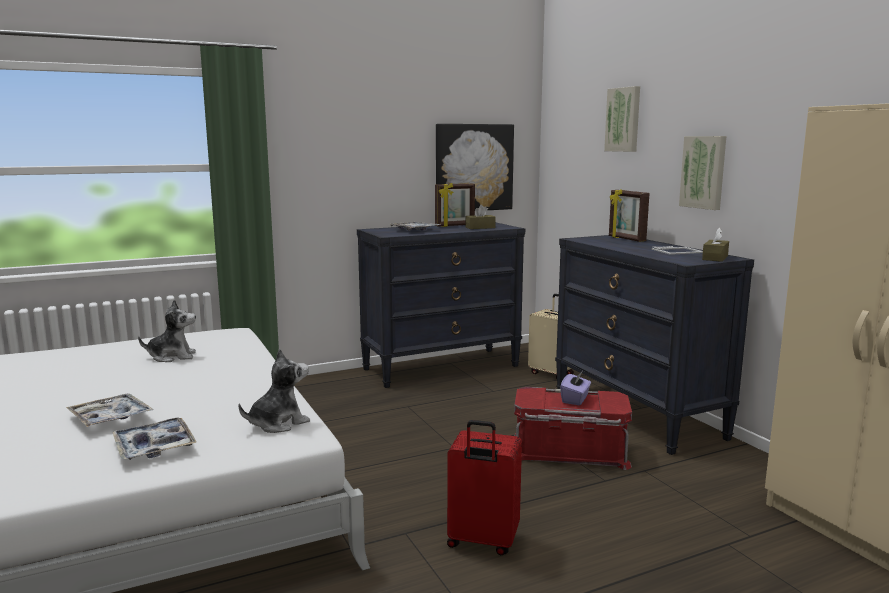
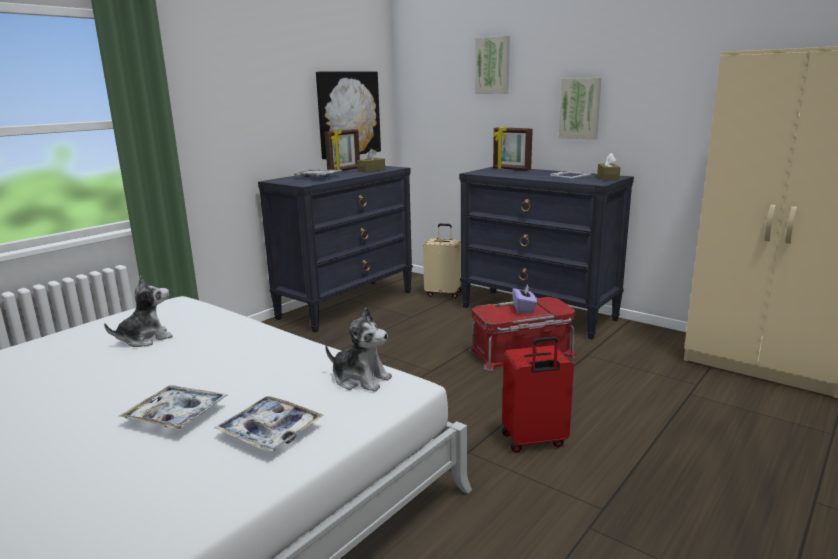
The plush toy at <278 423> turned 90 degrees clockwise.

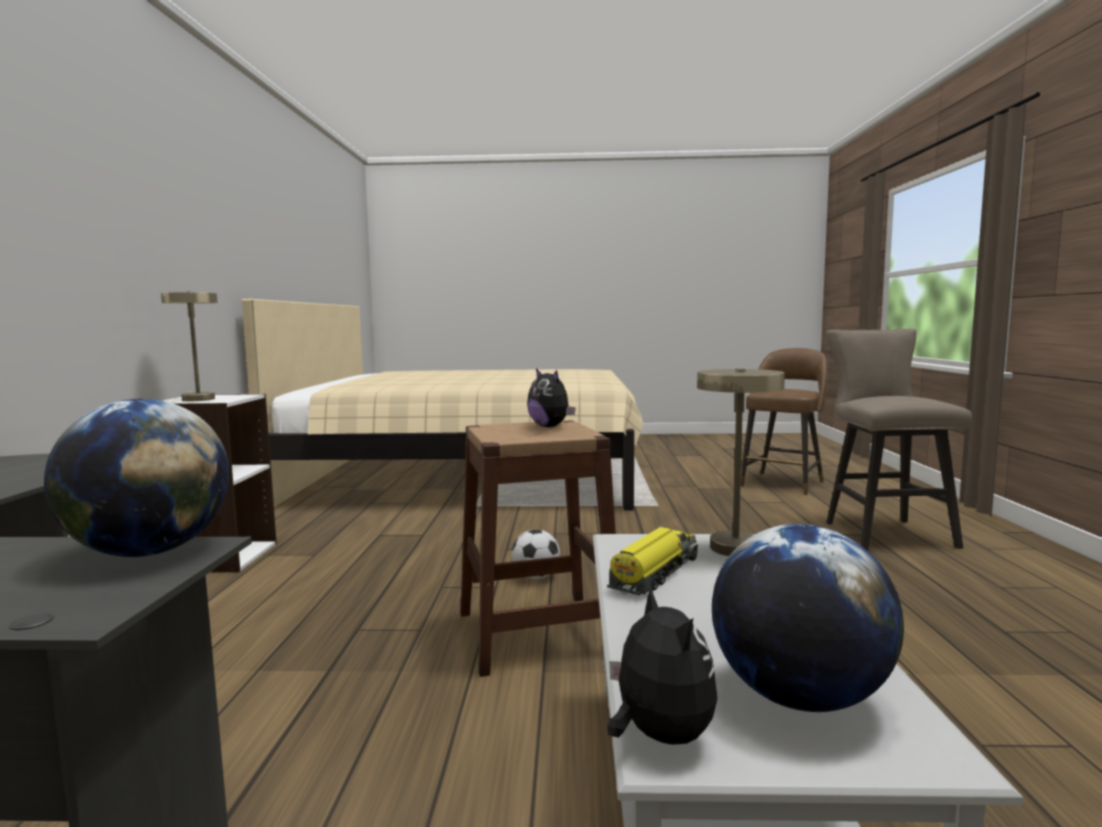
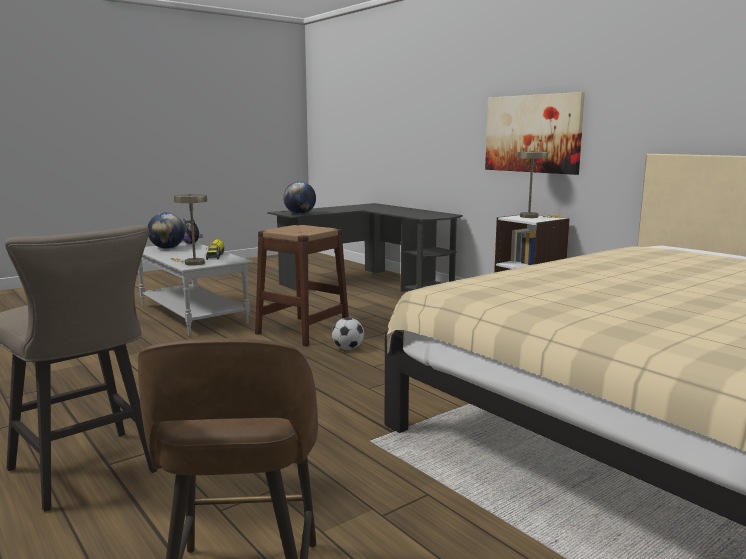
The plush toy at <550 427> disappeared. The picture at <532 133> appeared.

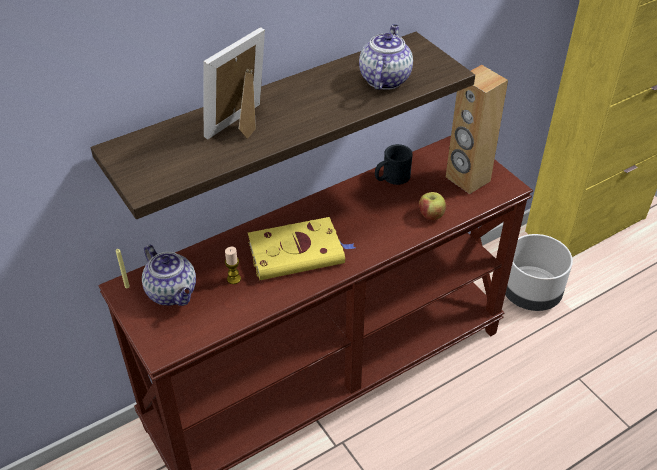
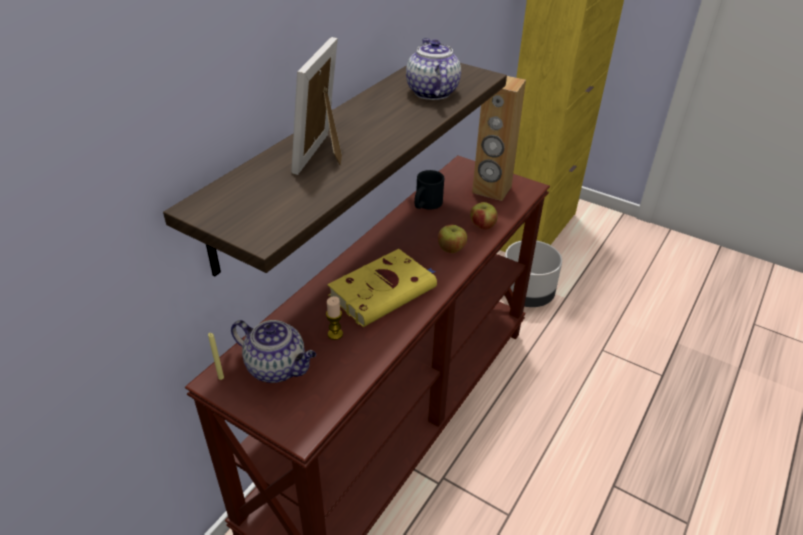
The apple at <451 249> appeared.

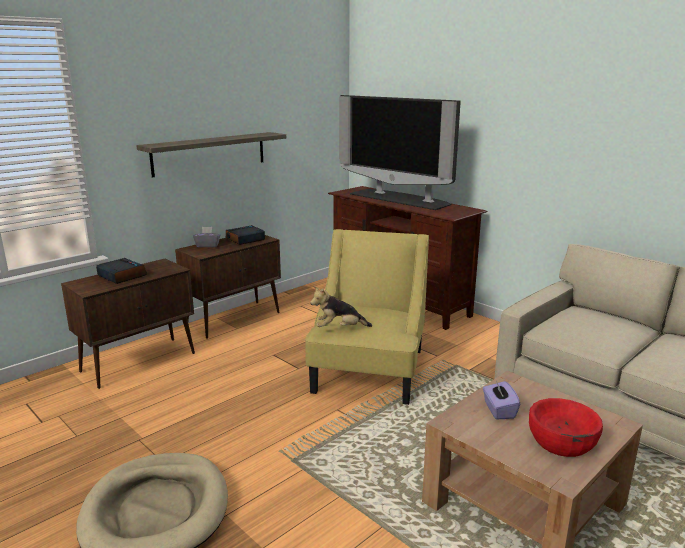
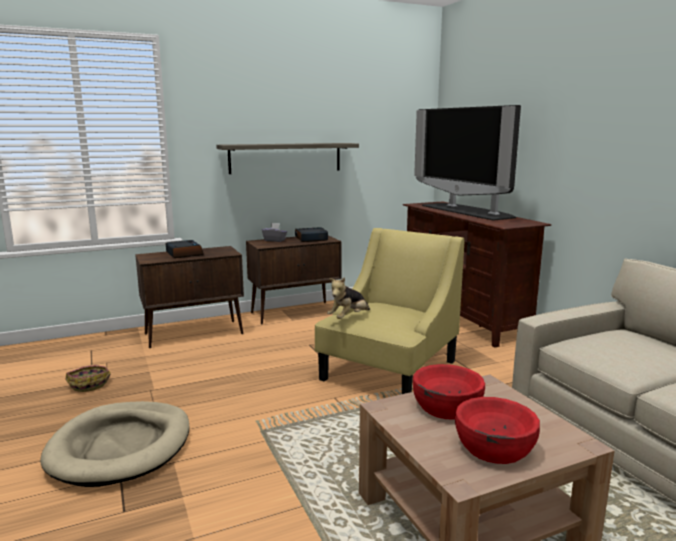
The plush toy at <339 328> turned 60 degrees counterclockwise. The tissue box (purple) at <499 410> was replaced by the bowl (red) at <447 406>. The basket at <89 384> appeared.

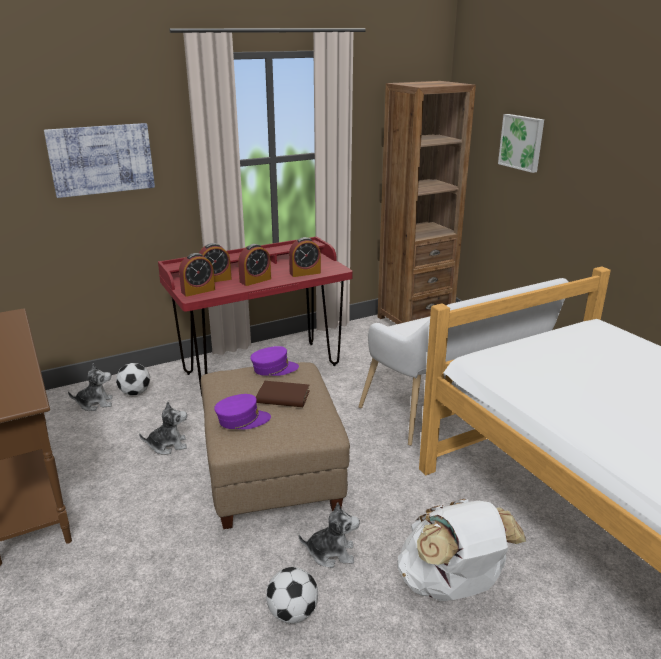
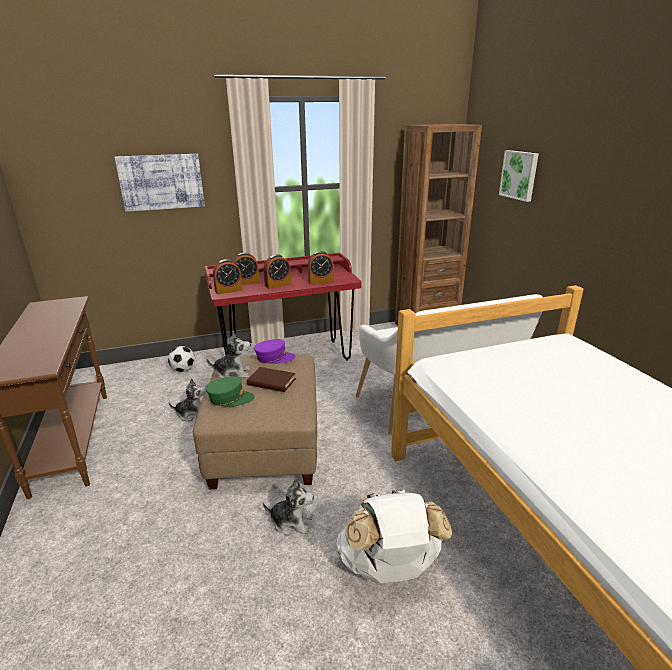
The plush toy moved from <95 403> to <233 373>. The cap (purple) at <242 420> became the cap (green) at <230 398>. The football at <293 613> disappeared.

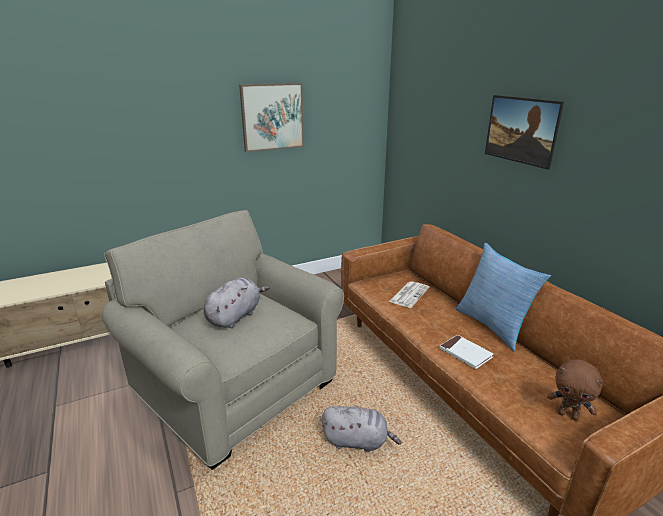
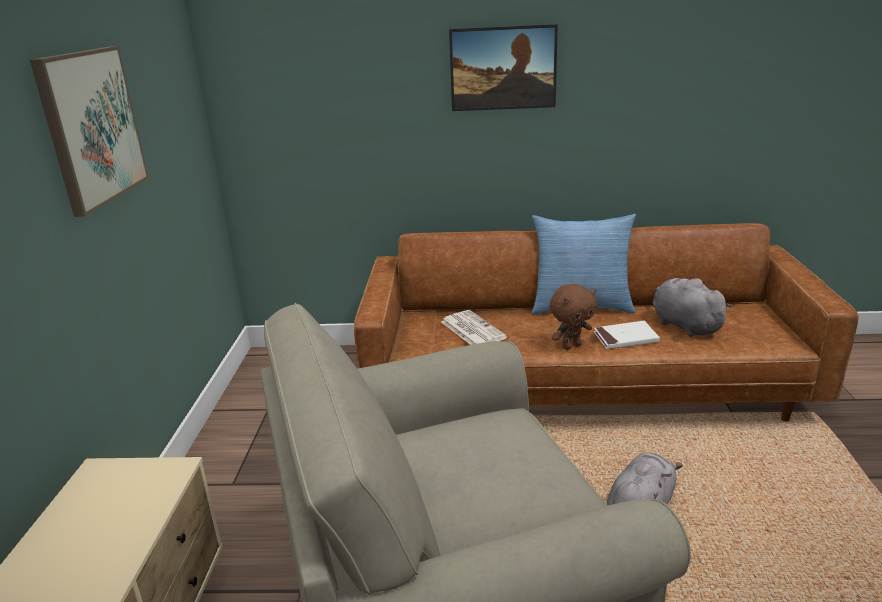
The plush toy (grey) moved from <235 316> to <684 325>. The plush toy (brown) moved from <568 415> to <571 346>.

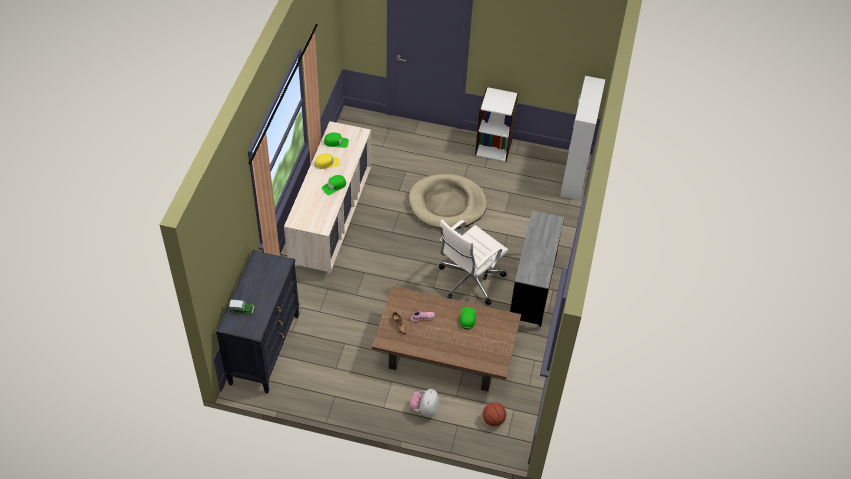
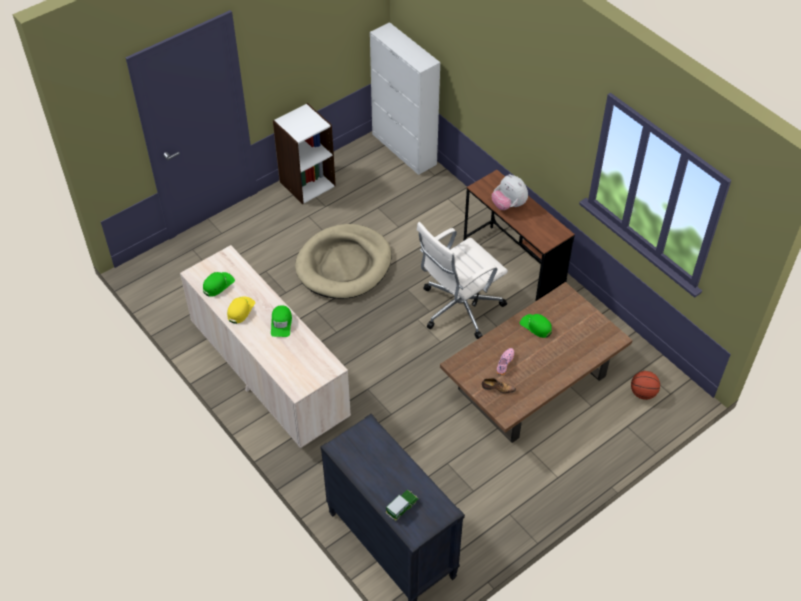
The plush toy moved from <424 409> to <508 205>. The office chair (white) at <469 281> turned 60 degrees clockwise. The desk (grey) at <532 290> became the desk (brown) at <513 266>.

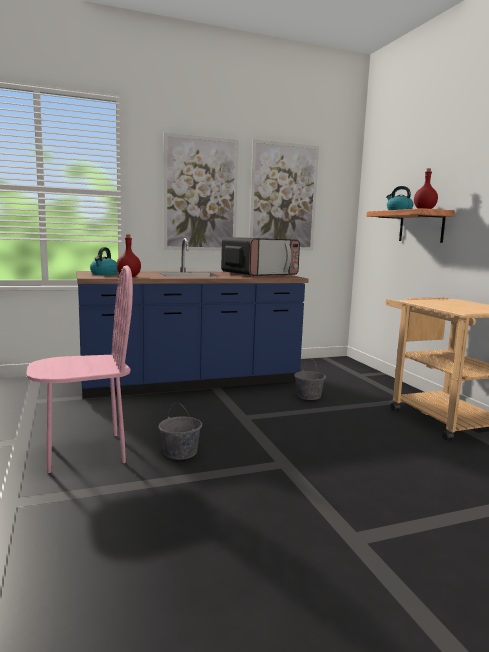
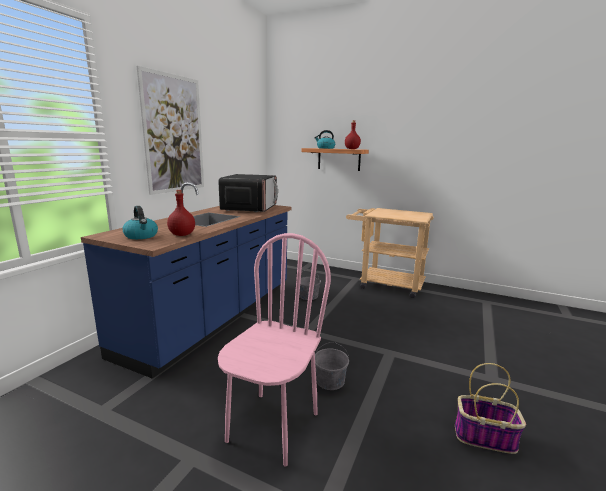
The picture at <283 197> disappeared. The basket at <485 437> appeared.

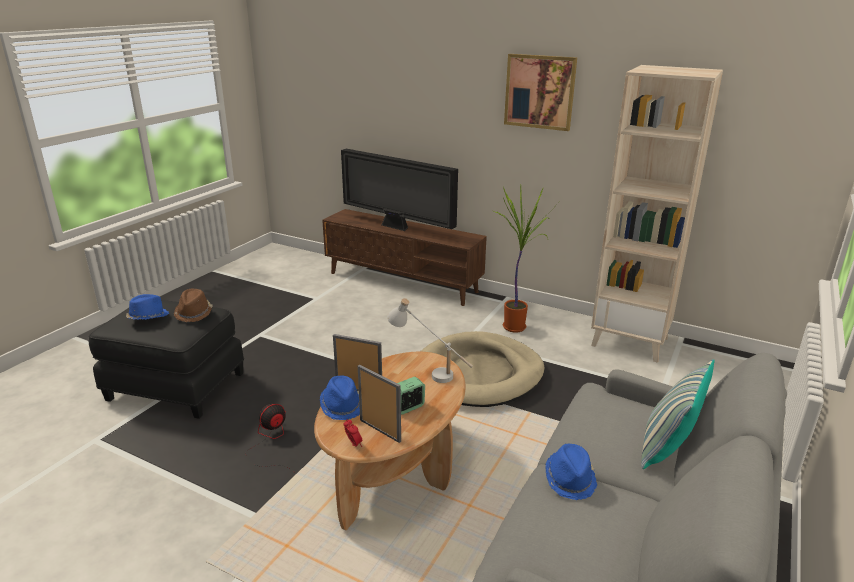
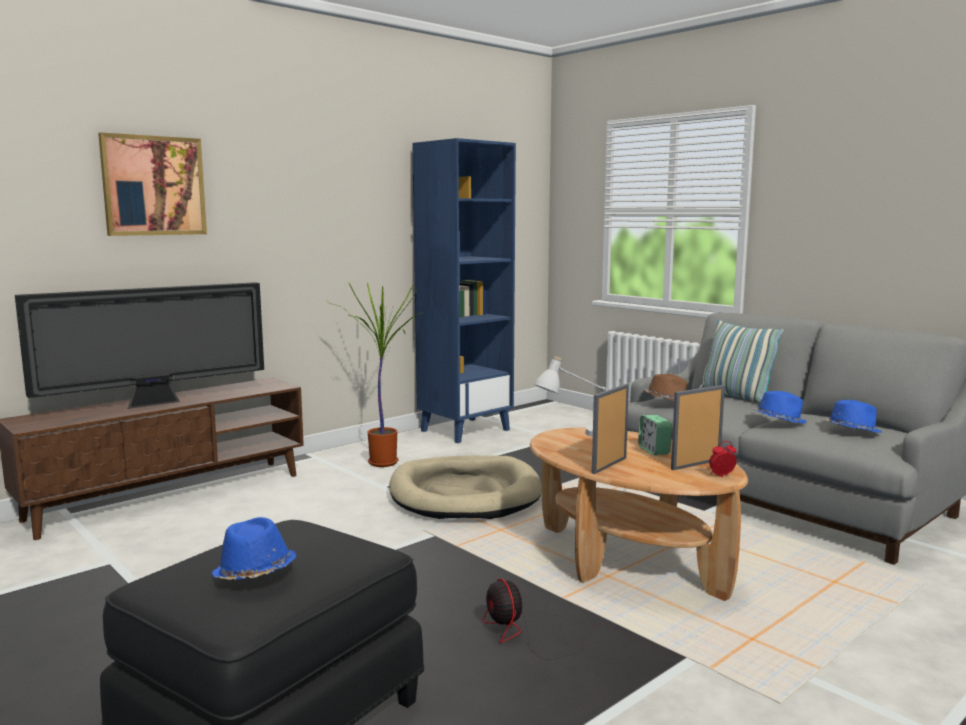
The hat (brown) moved from <194 313> to <667 400>. The hat (blue) moved from <342 406> to <852 431>. The picture moved from <539 92> to <153 186>. The bookcase (beige) at <630 341> became the bookcase (blue) at <465 430>.

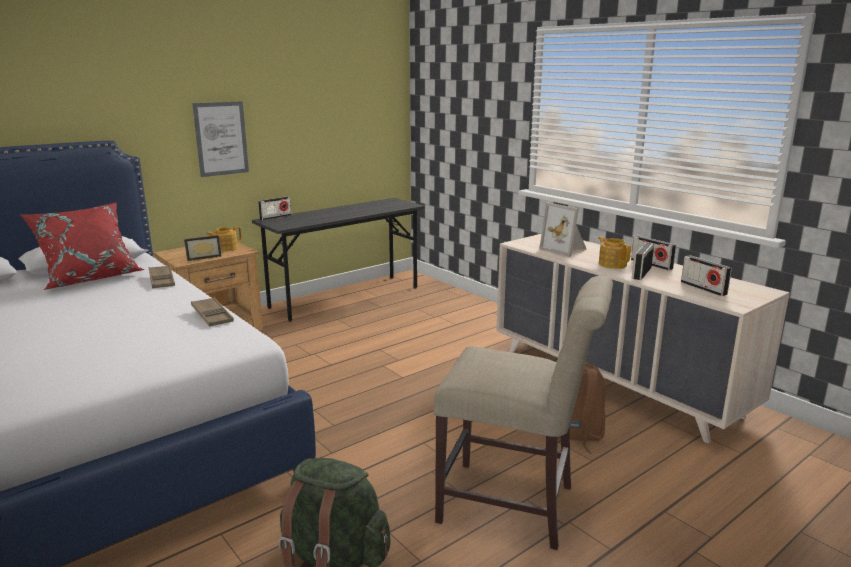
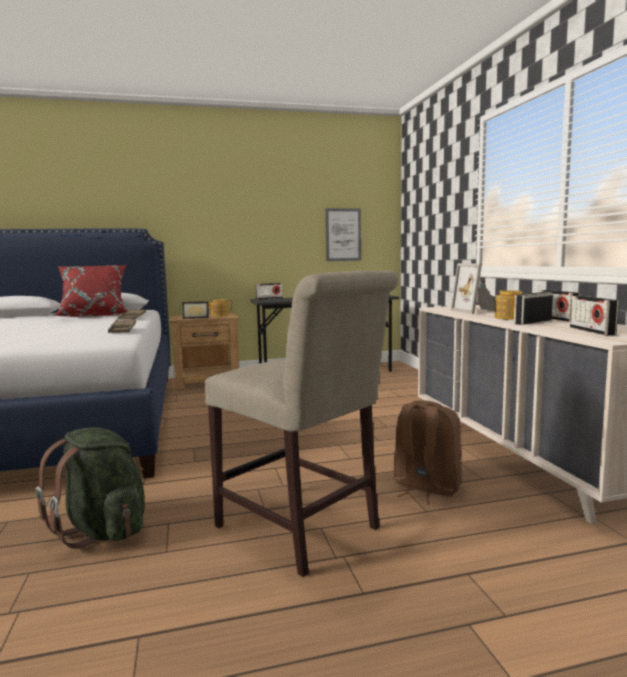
The picture moved from <221 138> to <343 234>.

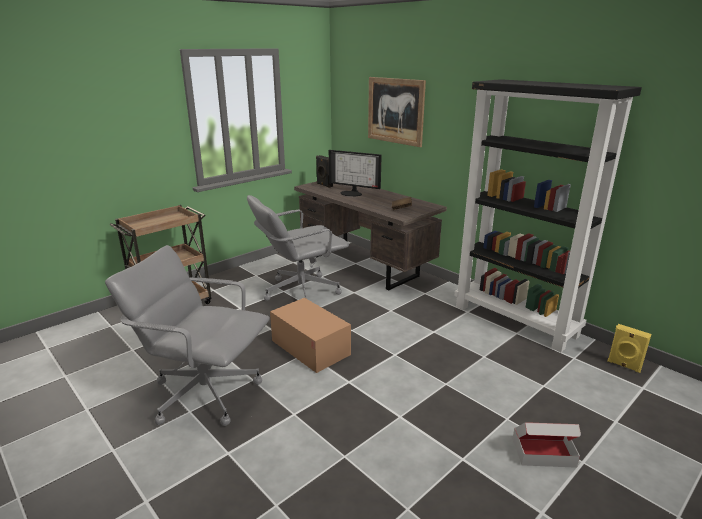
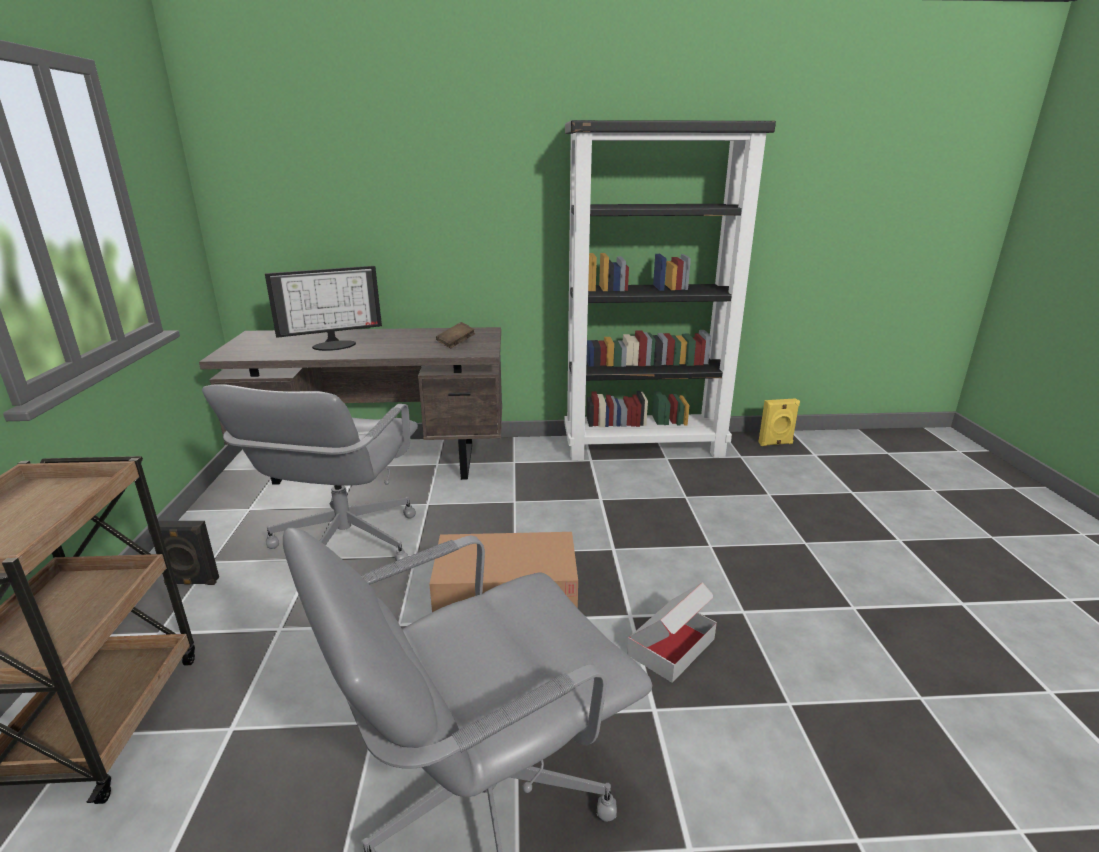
The speaker (black) moved from <324 185> to <191 582>. The picture at <395 111> disappeared. The cardboard box moved from <543 452> to <671 646>.

